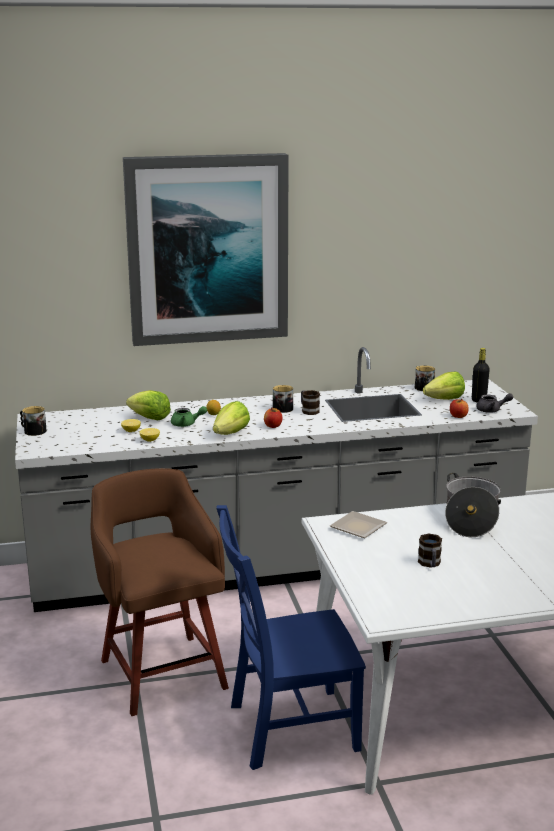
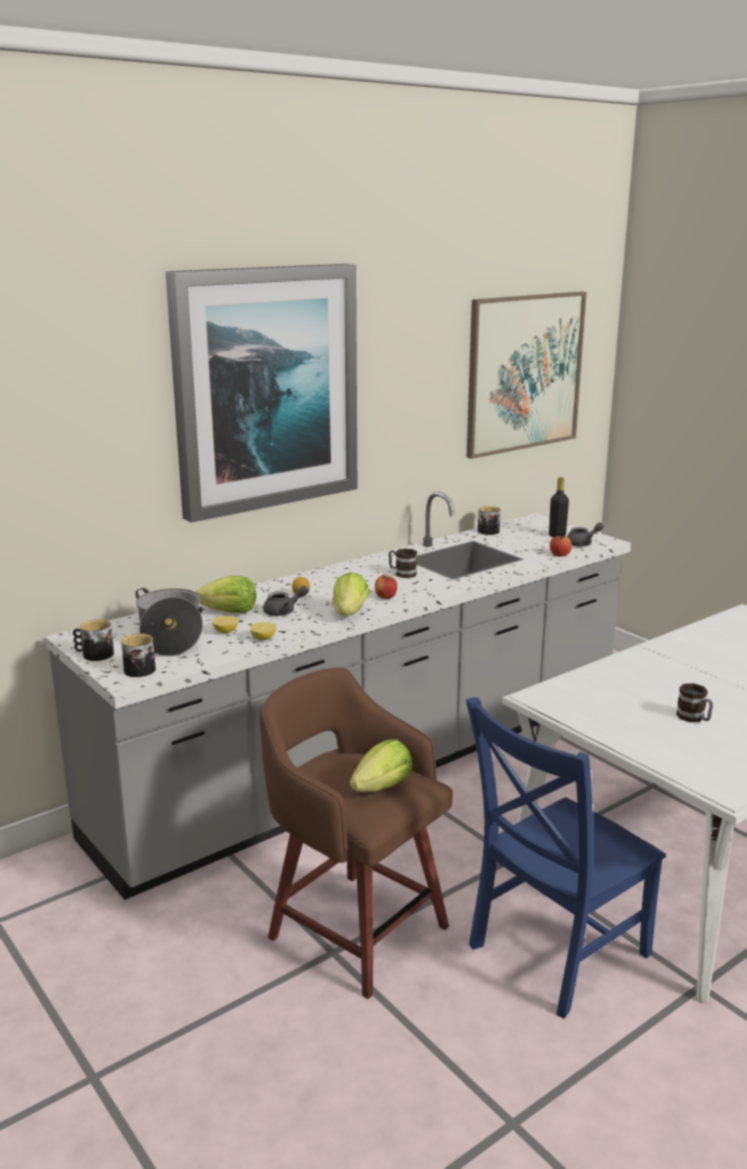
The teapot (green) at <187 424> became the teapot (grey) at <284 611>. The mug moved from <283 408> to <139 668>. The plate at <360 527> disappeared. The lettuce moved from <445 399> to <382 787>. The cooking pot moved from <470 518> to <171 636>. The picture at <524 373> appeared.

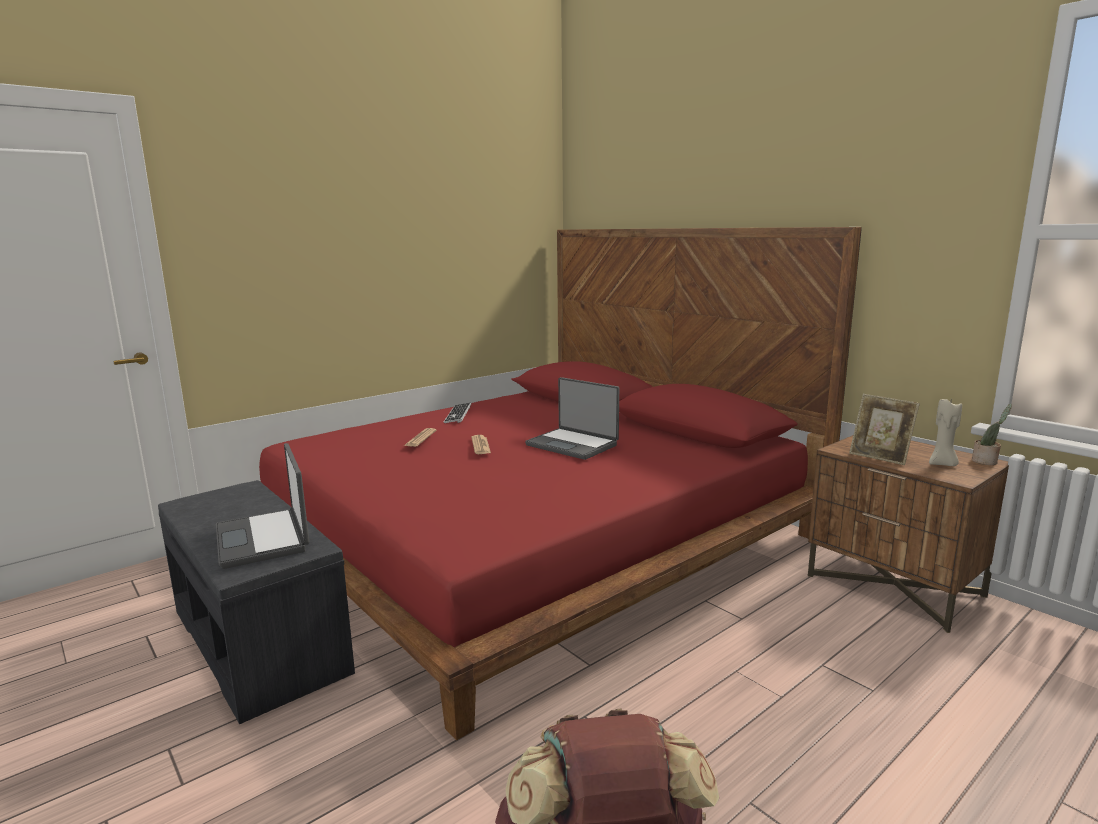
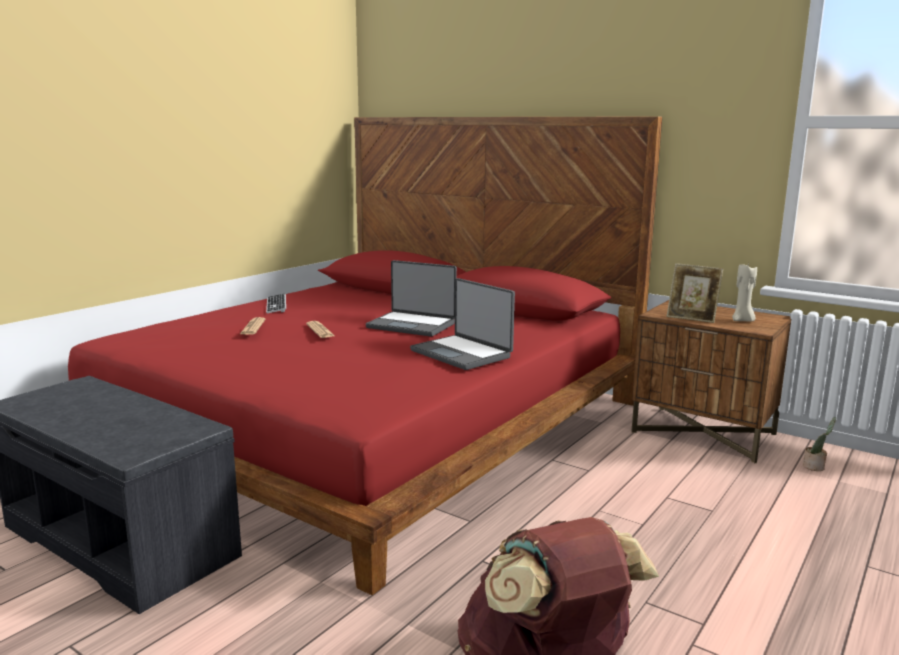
The laptop moved from <264 539> to <462 353>. The potted plant moved from <986 462> to <815 467>.

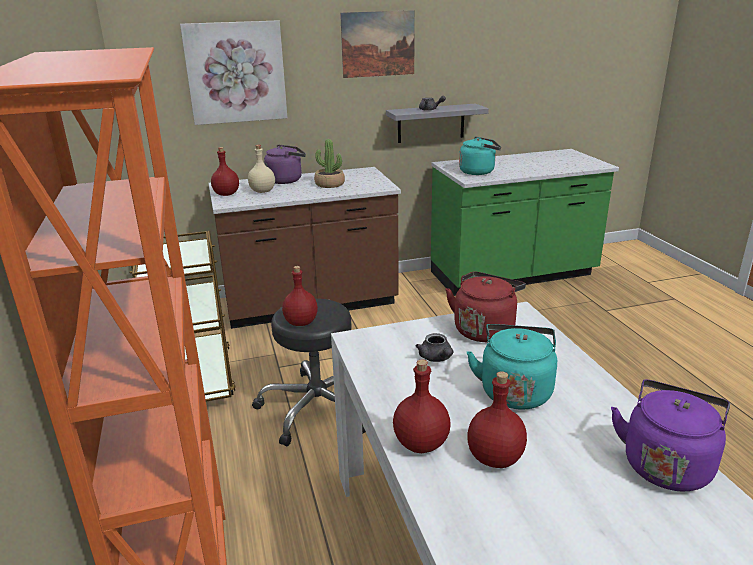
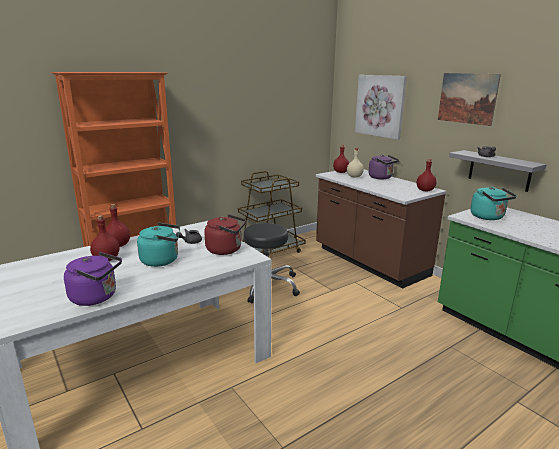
The bottle (red) moved from <301 322> to <425 190>. The potted plant at <329 184> disappeared.

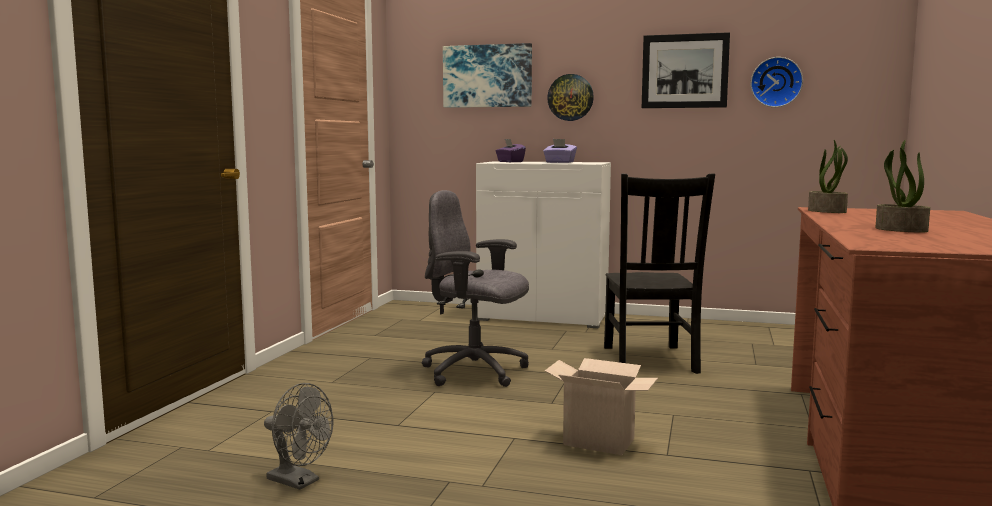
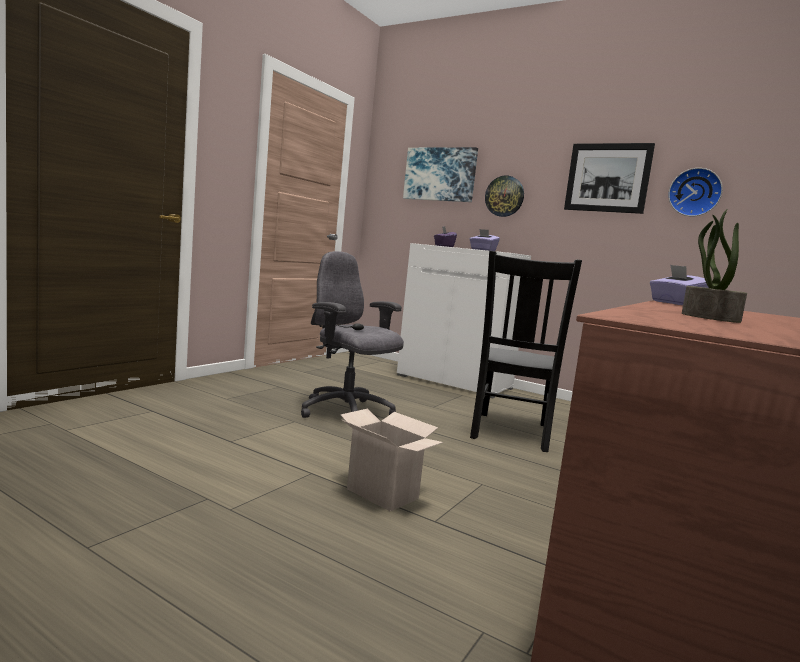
The fan (grey) at <299 482> disappeared. The potted plant at <827 211> was replaced by the tissue box (purple) at <675 303>.

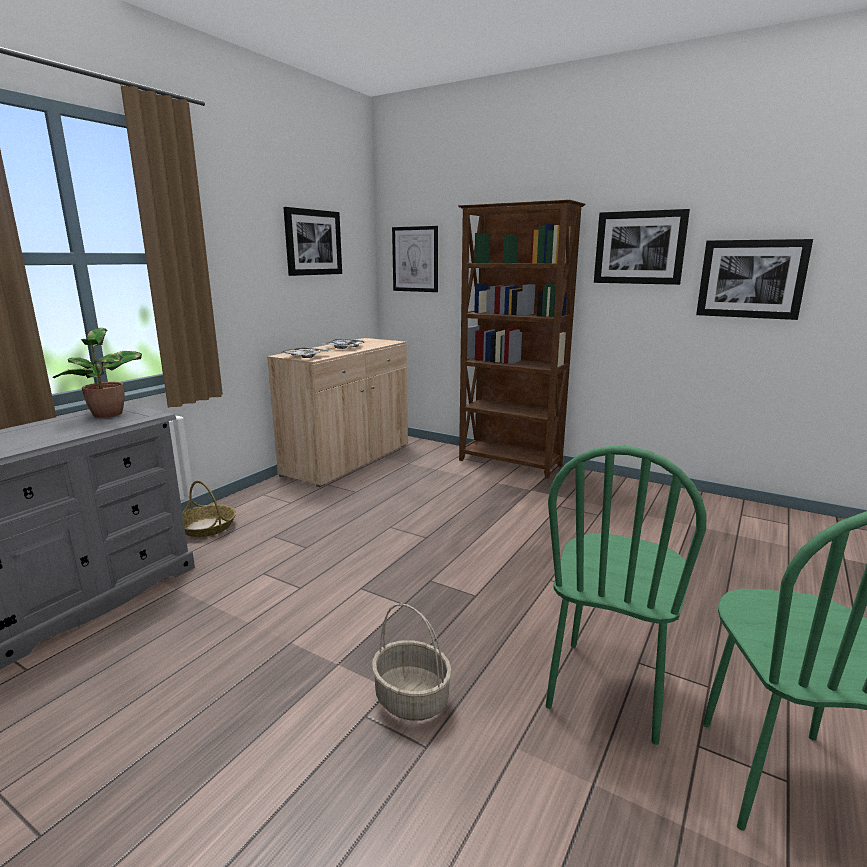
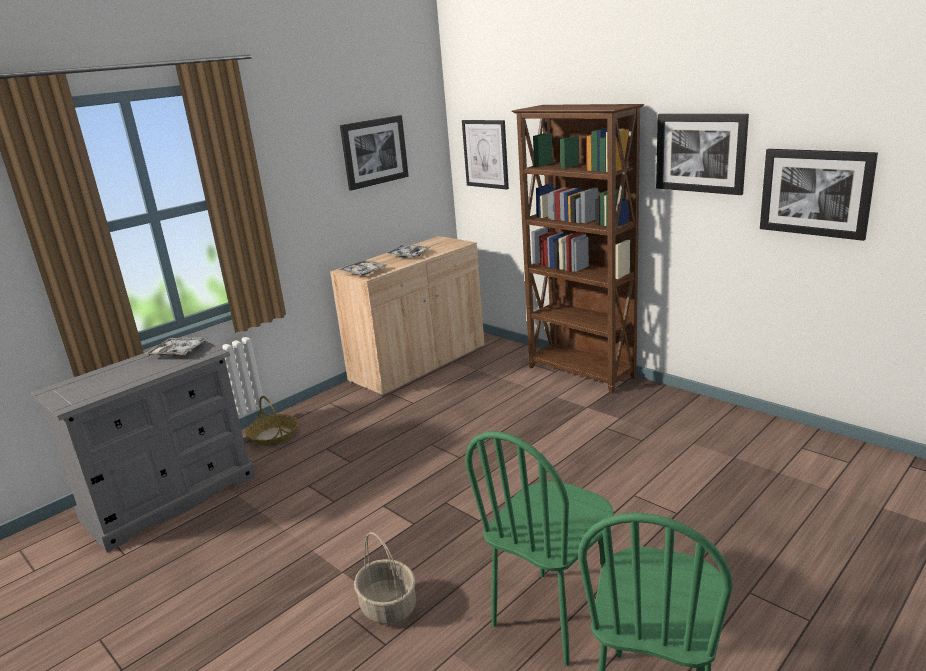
The potted plant at <108 414> was replaced by the tray at <179 351>.

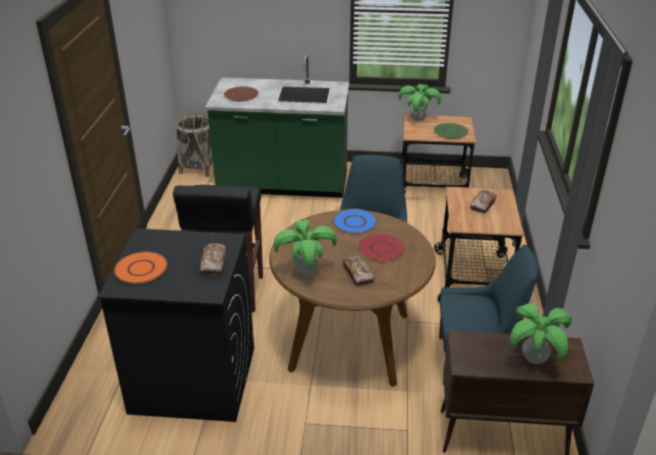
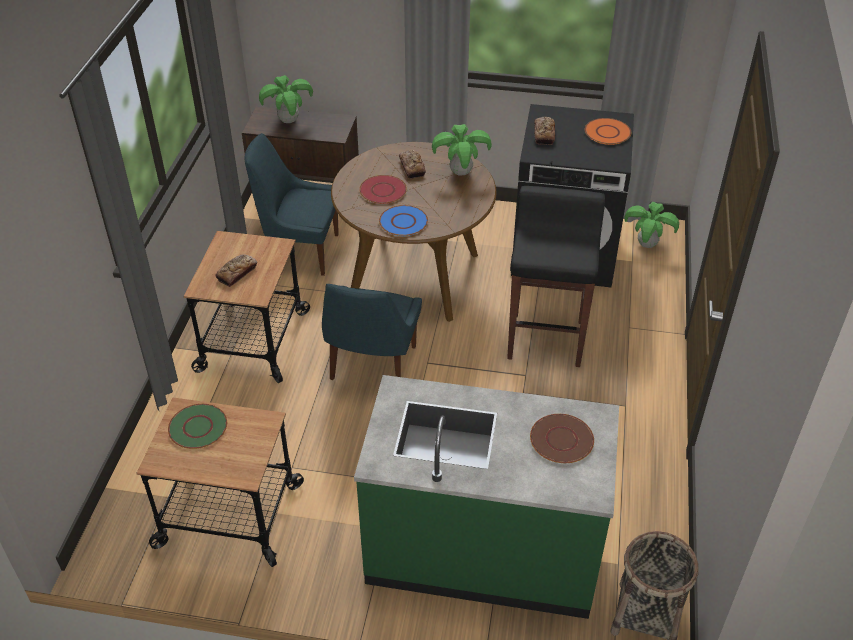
The potted plant moved from <417 119> to <647 245>.

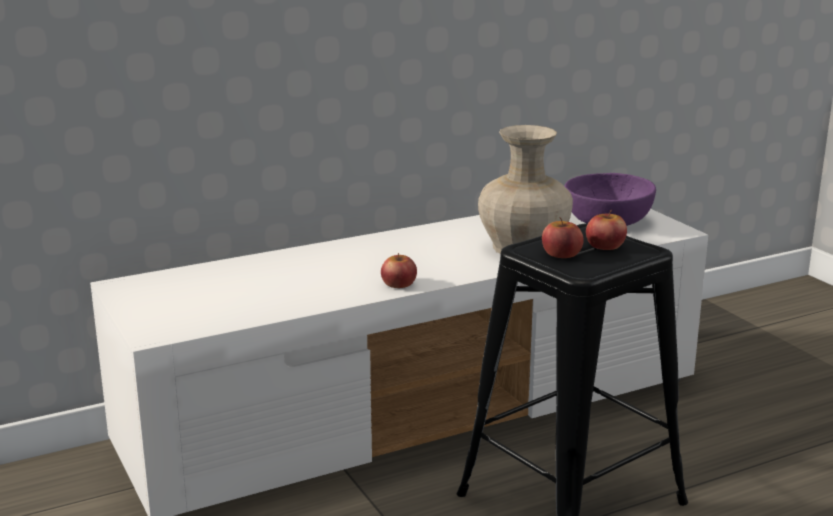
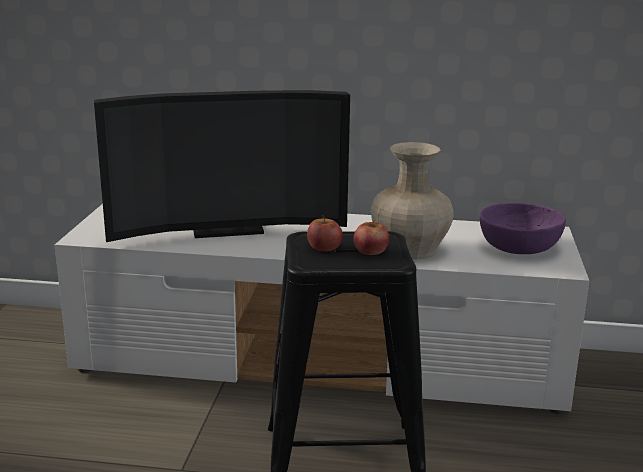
The apple at <398 283> disappeared. The television at <226 229> appeared.

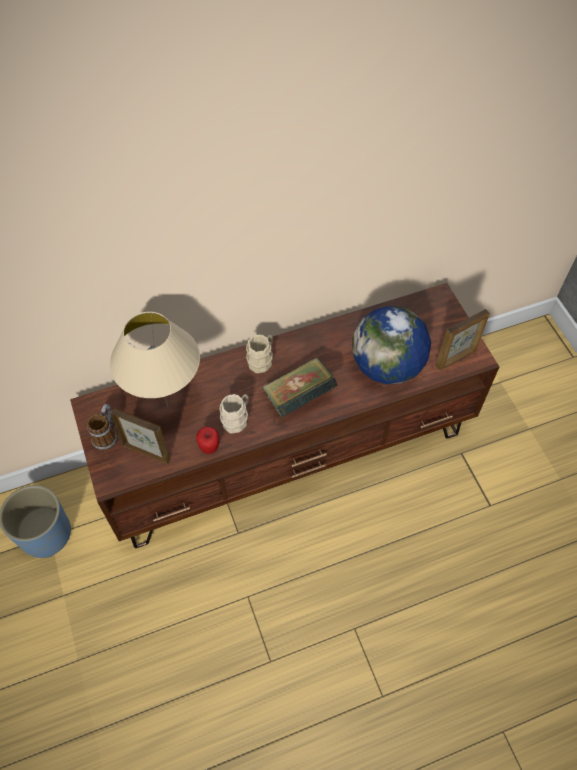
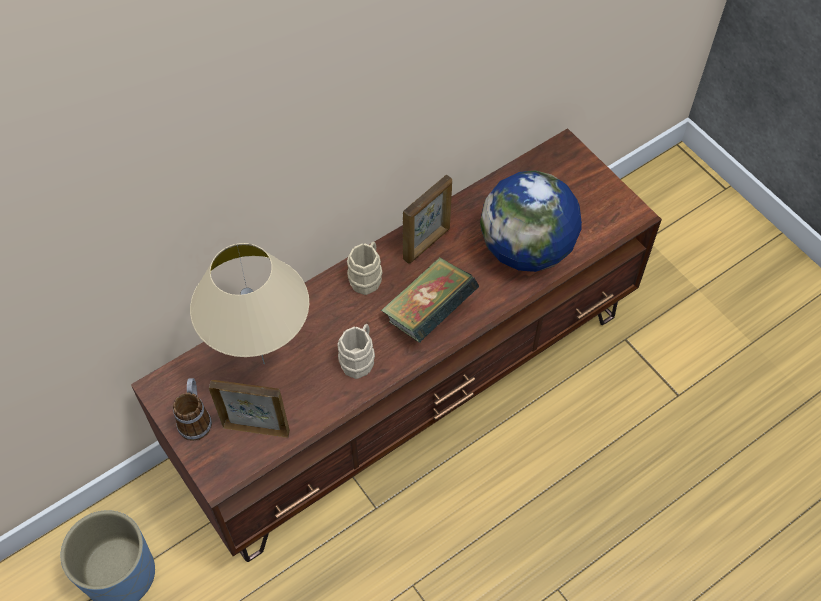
The apple at <209 447> disappeared. The picture frame moved from <456 358> to <427 244>.

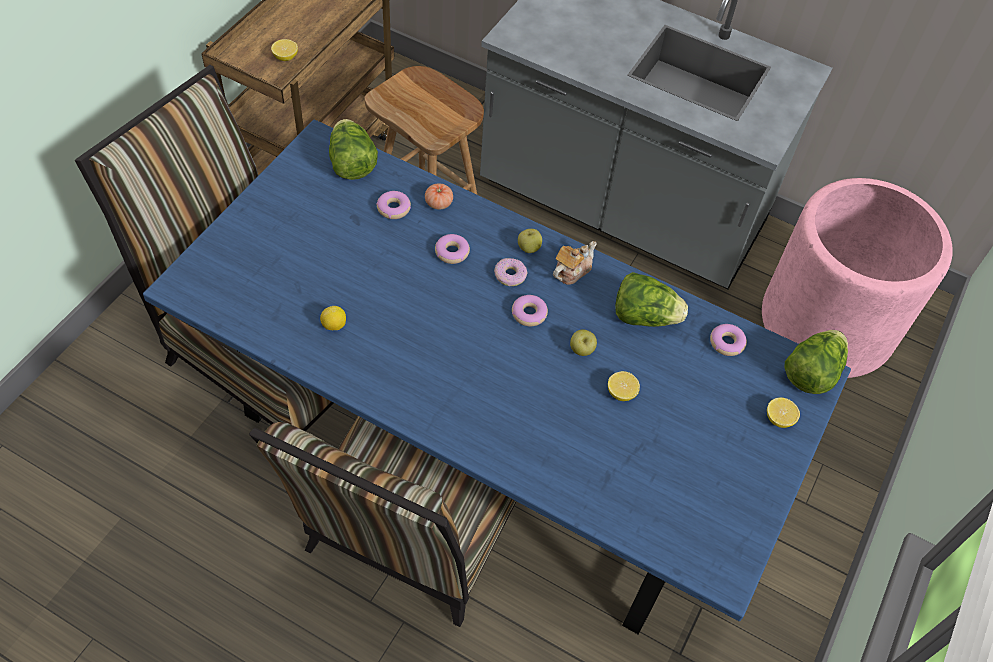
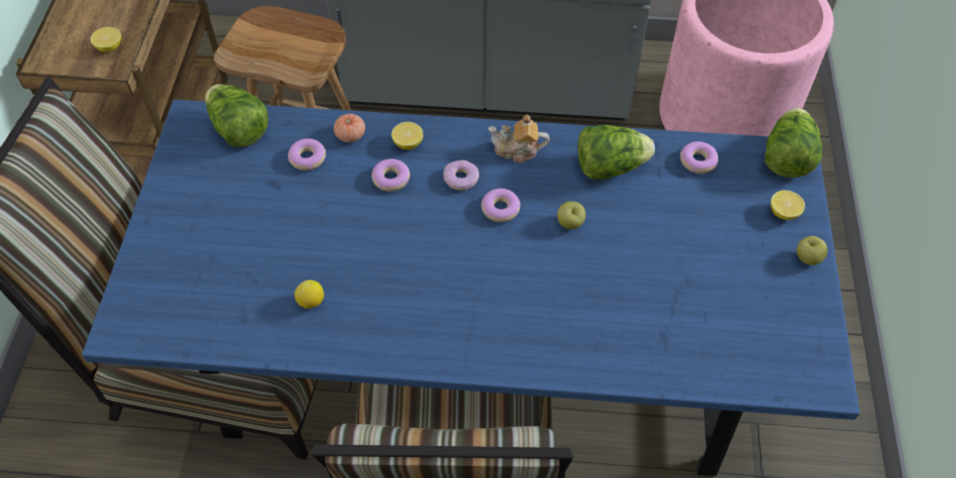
The apple moved from <528 248> to <807 258>. The teapot at <571 271> turned 105 degrees counterclockwise. The lemon moved from <621 393> to <408 143>.

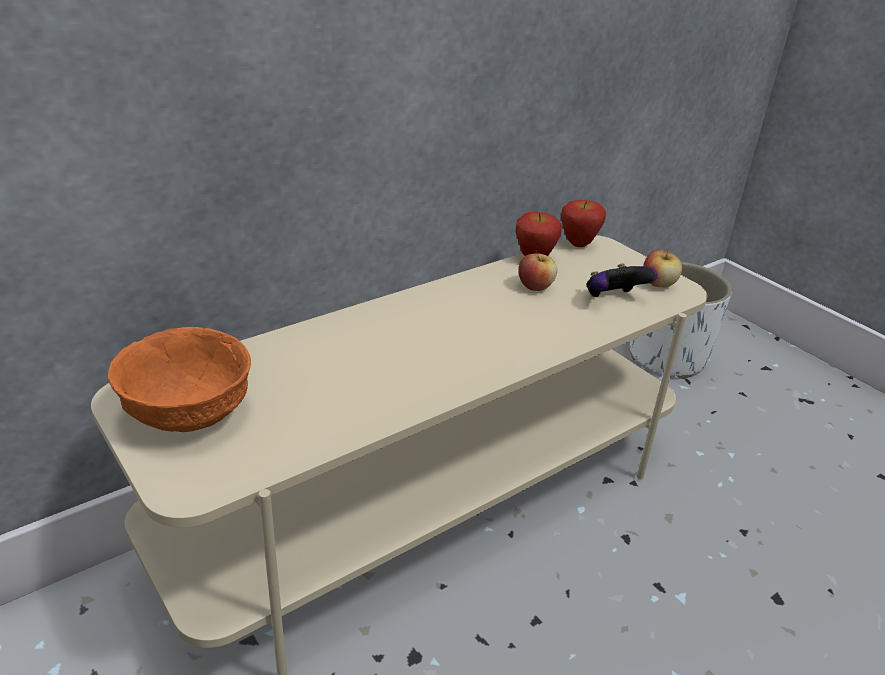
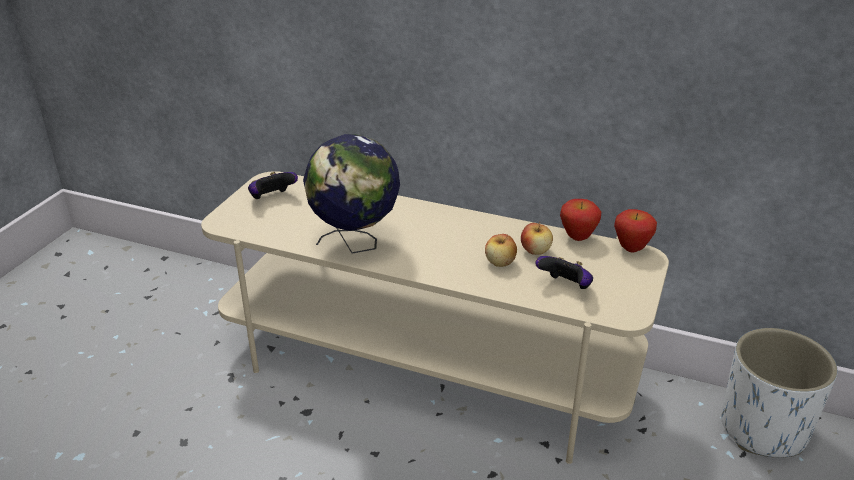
The bowl (orange) at <187 413> was replaced by the game controller at <272 198>. The apple moved from <658 283> to <500 262>. The globe at <355 244> appeared.

